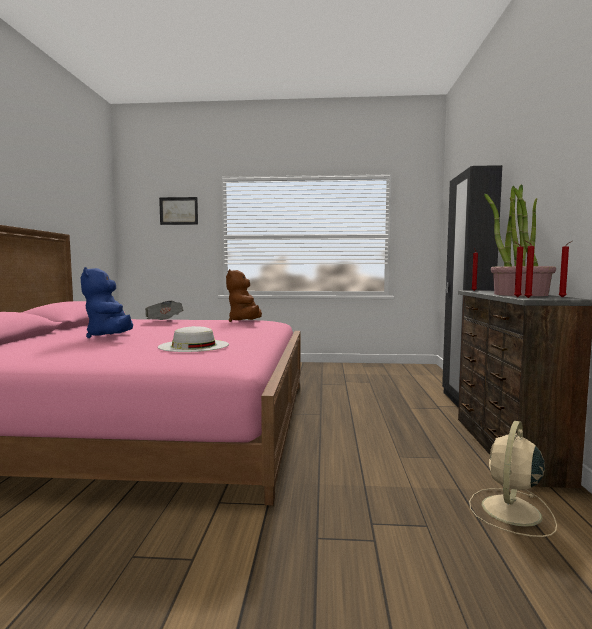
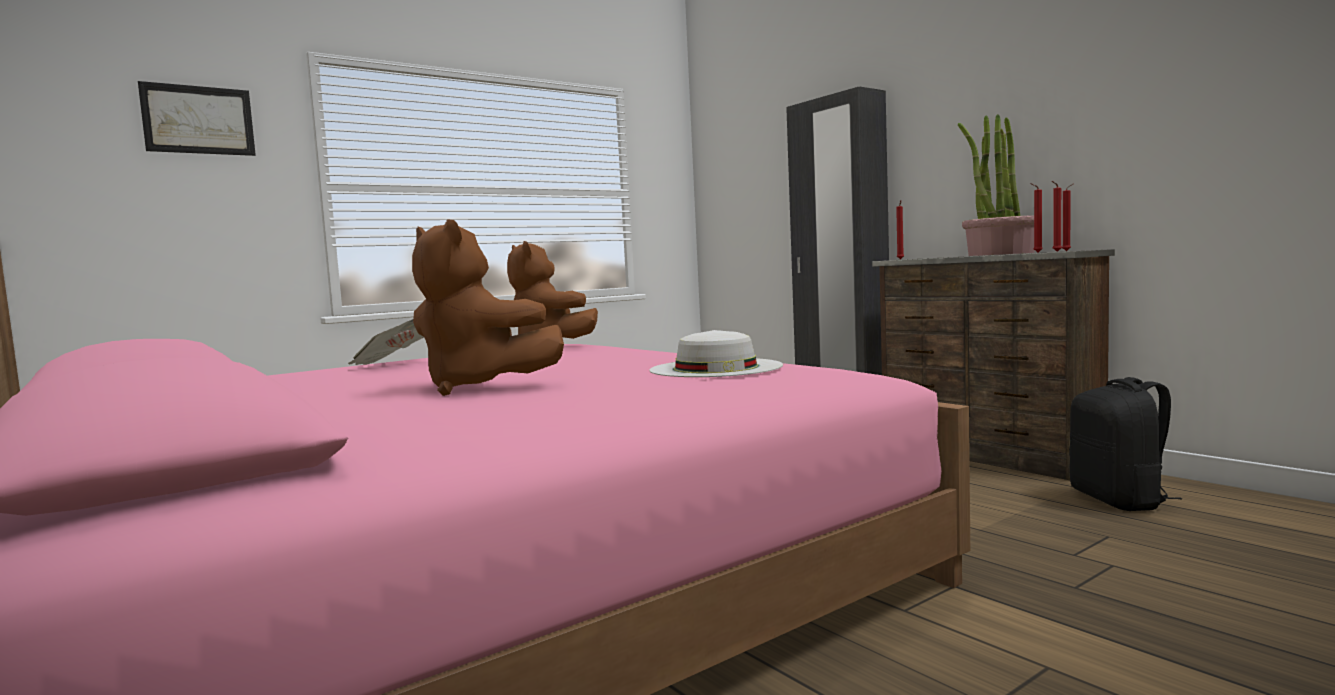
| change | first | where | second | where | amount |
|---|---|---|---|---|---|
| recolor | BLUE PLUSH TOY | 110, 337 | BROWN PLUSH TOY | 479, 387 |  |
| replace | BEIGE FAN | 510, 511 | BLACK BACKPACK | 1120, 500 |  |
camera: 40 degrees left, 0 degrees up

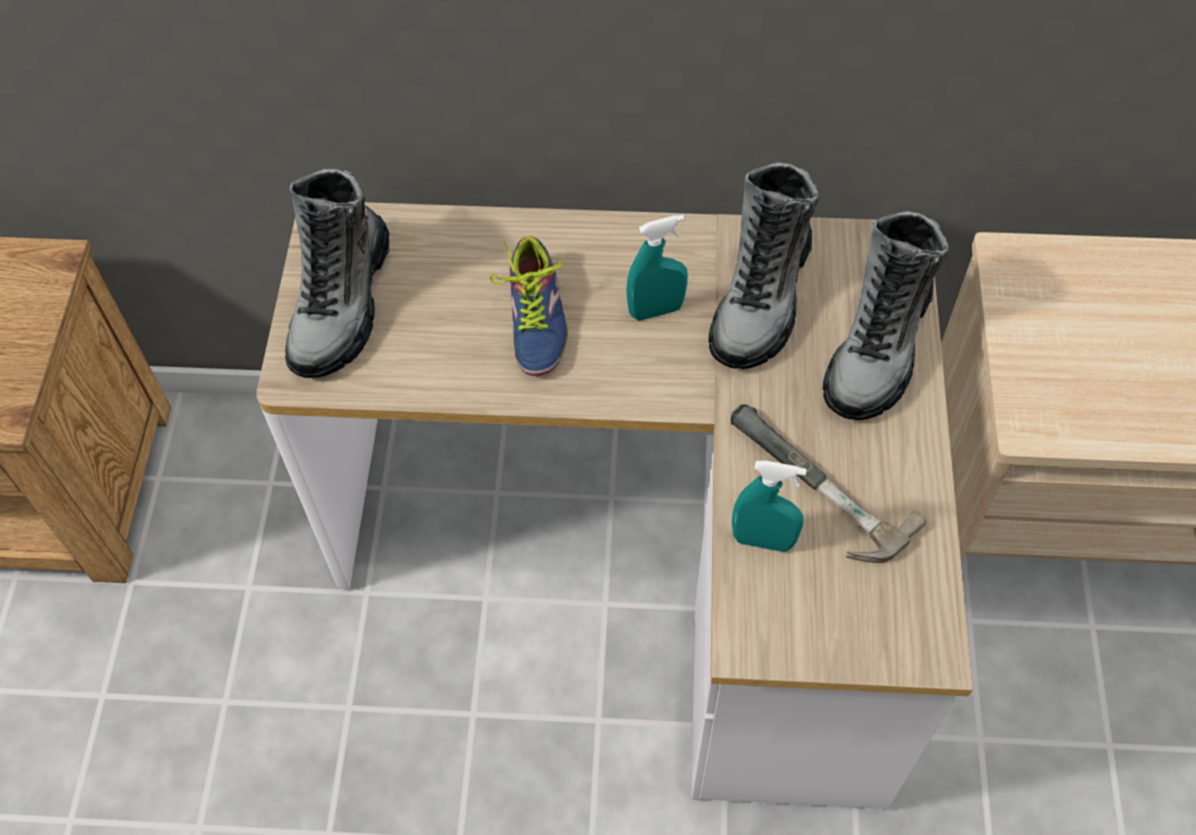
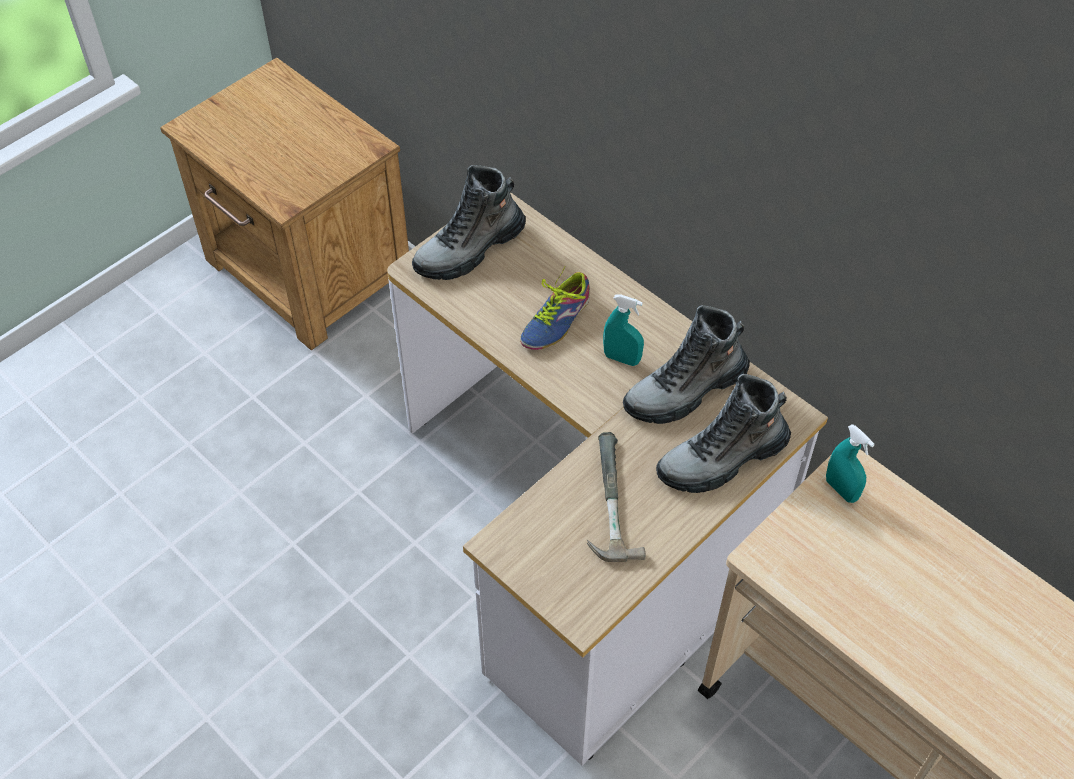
| change | first | where | second | where | amount |
|---|---|---|---|---|---|
| move | TURQUOISE SPRAY BOTTLE | 763, 540 |  | 841, 490 |  |
camera: 40 degrees right, 5 degrees down

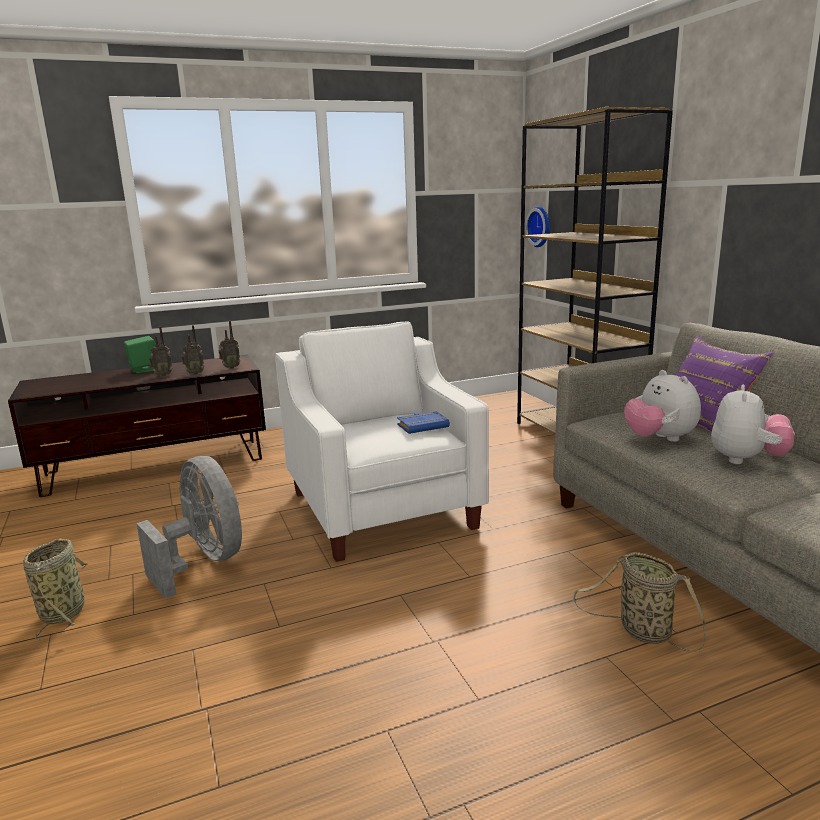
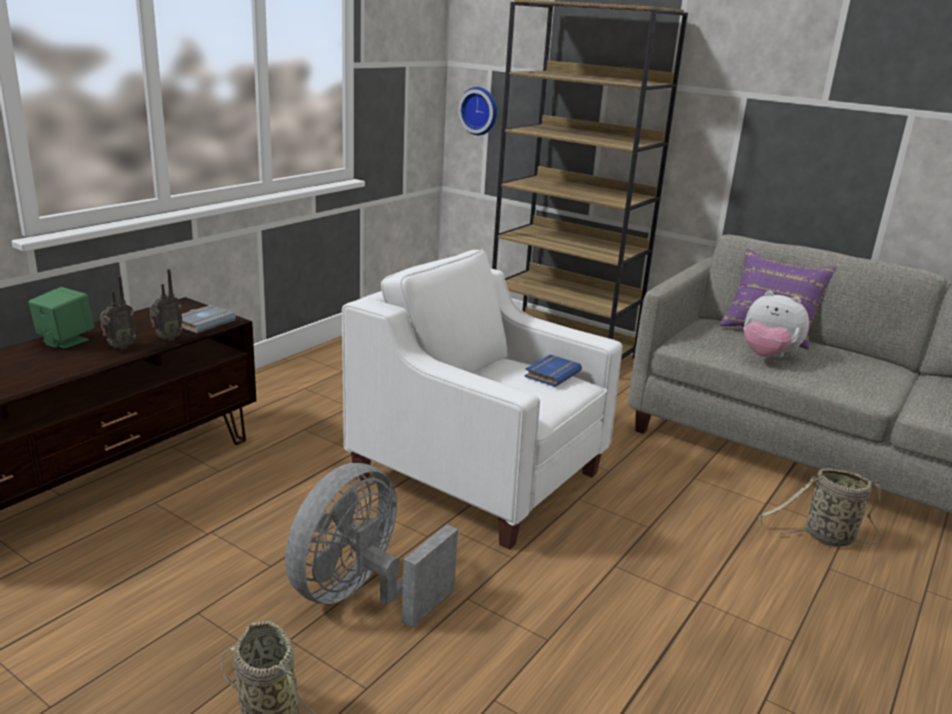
| change | first | where | second | where | amount |
|---|---|---|---|---|---|
| replace | RADIO | 230, 368 | GREY BOOK | 204, 323 |  |
| delete | PLUSH TOY | 746, 460 |  |  |  |
| rotate | GREY FAN | 204, 562 |  | 362, 595 | 75 degrees counterclockwise |
camera: 35 degrees left, 5 degrees up

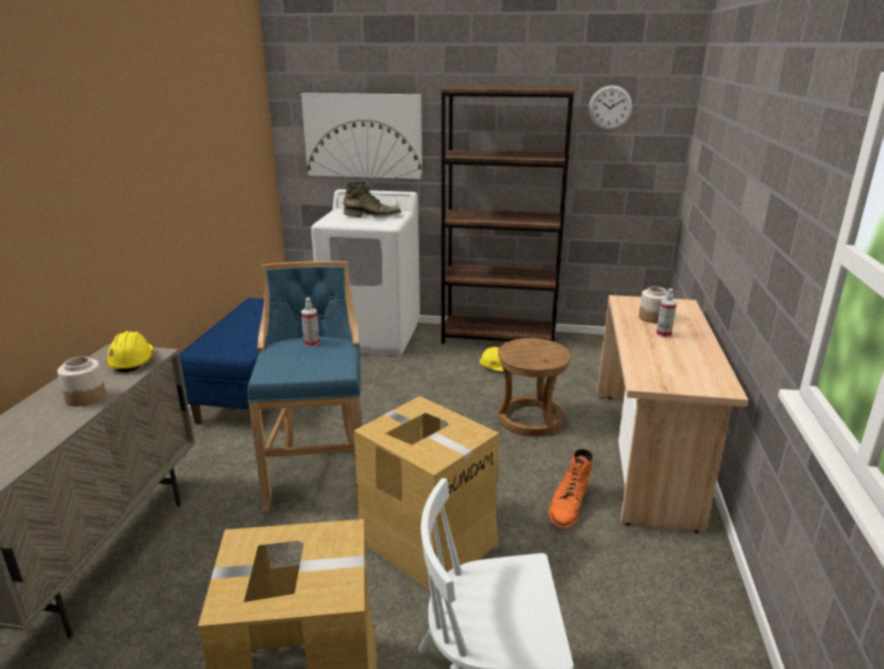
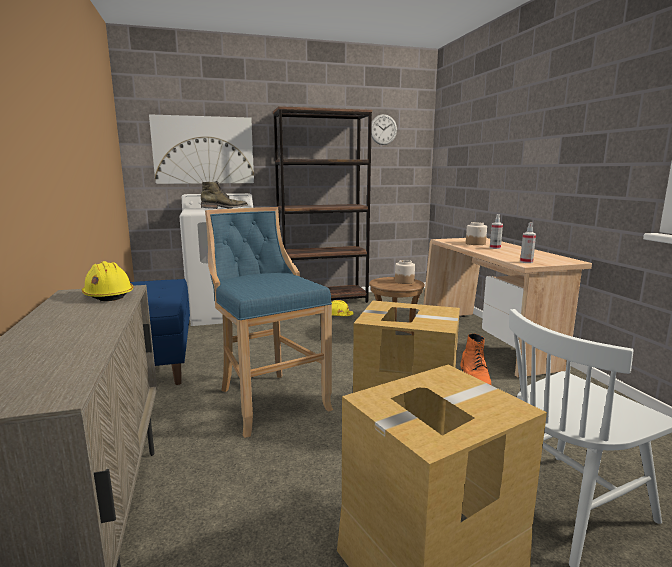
| change | first | where | second | where | amount |
|---|---|---|---|---|---|
| move | SPRAY BOTTLE | 311, 343 |  | 526, 262 |  |
| move | JAR | 86, 397 |  | 404, 281 |  |
camera: 25 degrees left, 10 degrees down

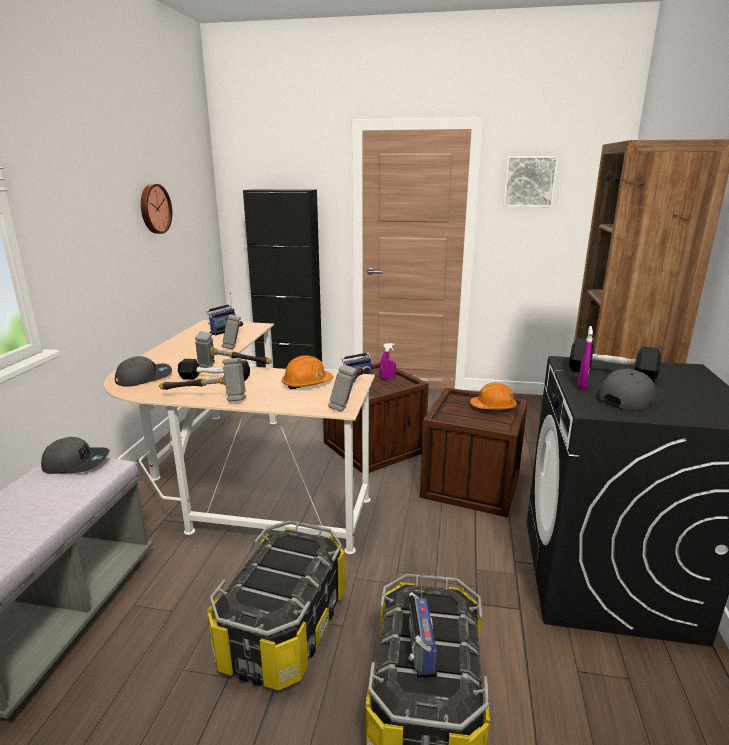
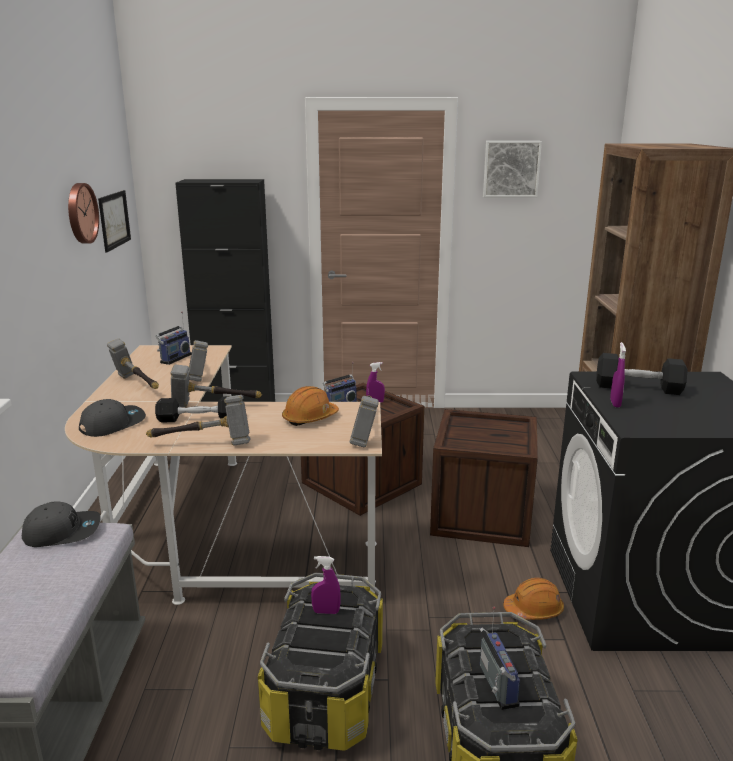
| change | first | where | second | where | amount |
|---|---|---|---|---|---|
| delete | GREY CAP | 629, 397 |  |  |  |
| move | ORANGE HARD HAT | 493, 407 |  | 533, 610 |  |
| insert |  |  | PICTURE | 114, 220 |  |
| insert |  |  | HAMMER | 136, 385 |  |
| insert |  |  | PURPLE SPRAY BOTTLE | 326, 612 |  |
camera: 10 degrees left, 0 degrees up

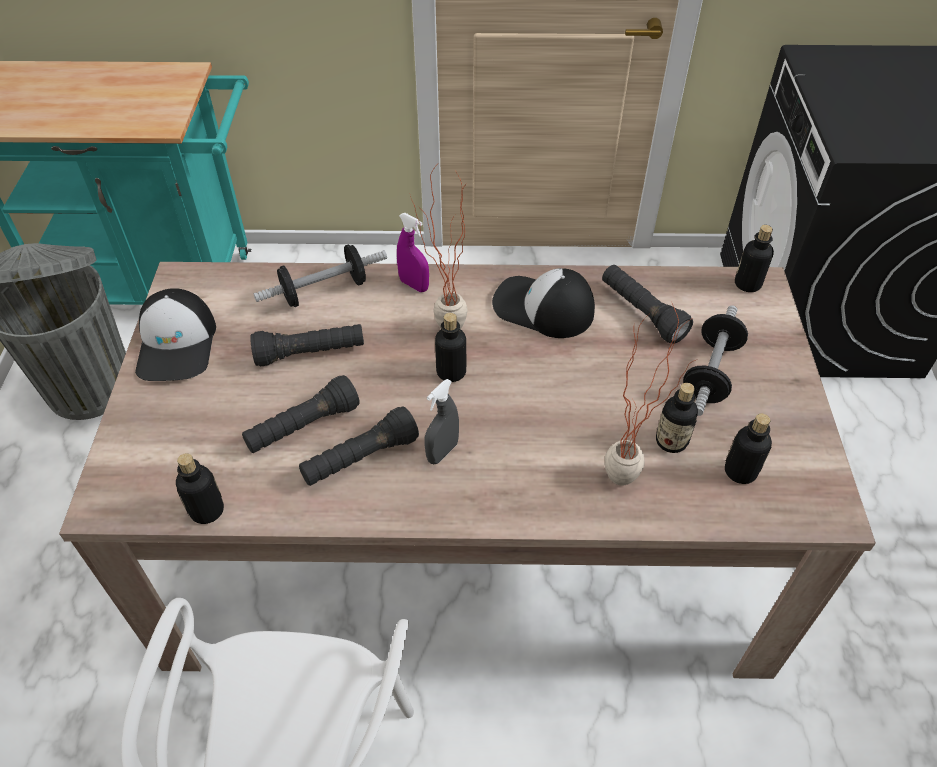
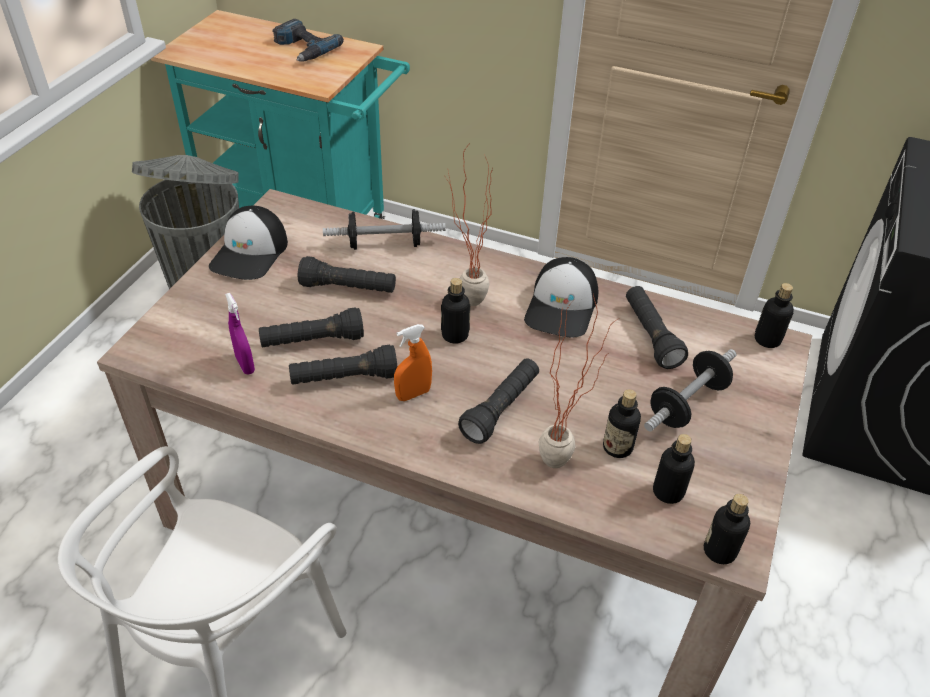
| change | first | where | second | where | amount |
|---|---|---|---|---|---|
| move | PURPLE SPRAY BOTTLE | 414, 285 |  | 245, 364 |  |
| rotate | CAP | 542, 308 |  | 562, 307 | 120 degrees counterclockwise |
| recolor | GREY SPRAY BOTTLE | 442, 452 | ORANGE SPRAY BOTTLE | 413, 394 |  |
| move | BOTTLE | 207, 510 |  | 719, 551 |  |
| insert |  |  | POWER DRILL | 303, 49 |  |
| insert |  |  | BLACK FLASHLIGHT | 501, 409 |  |
camera: 20 degrees right, 5 degrees down

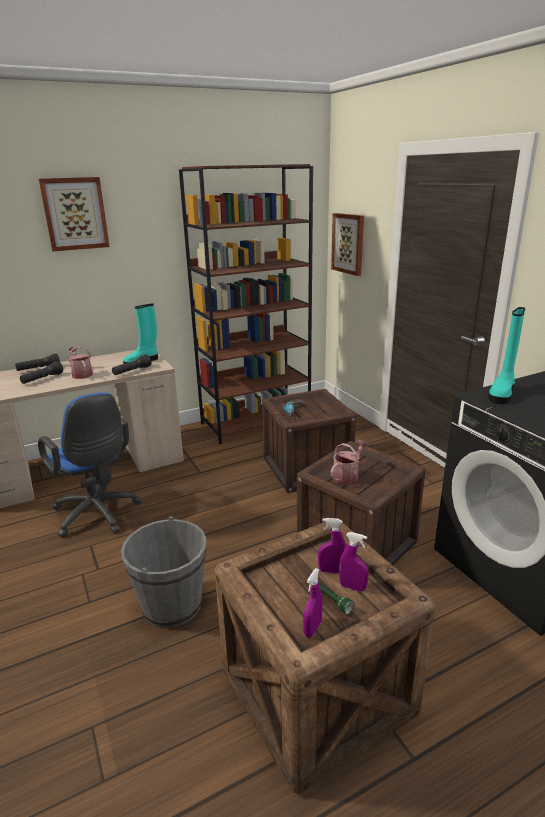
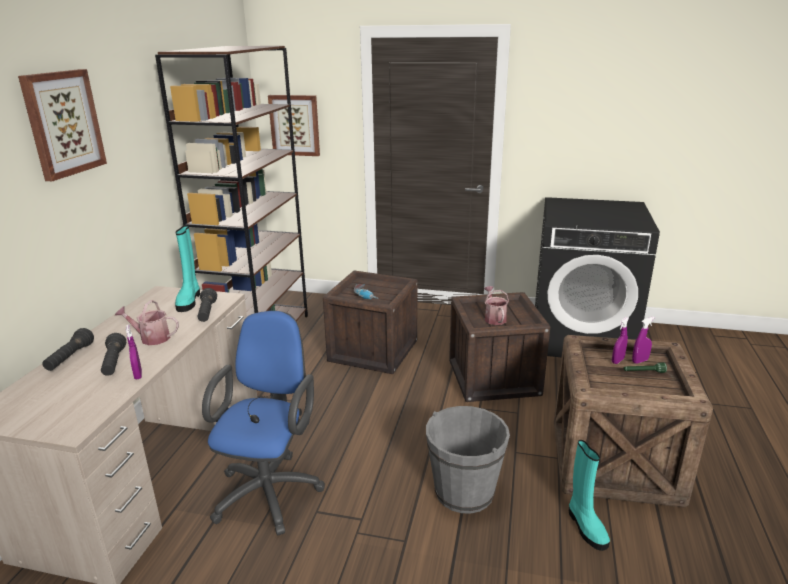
| change | first | where | second | where | amount |
|---|---|---|---|---|---|
| move | TURQUOISE BOOT | 502, 393 |  | 585, 527 |  |
| rotate | BLUE OFFICE CHAIR | 98, 515 |  | 270, 489 | 75 degrees counterclockwise |
| move | PURPLE SPRAY BOTTLE | 312, 628 |  | 138, 375 |  |
camera: 50 degrees left, 0 degrees up

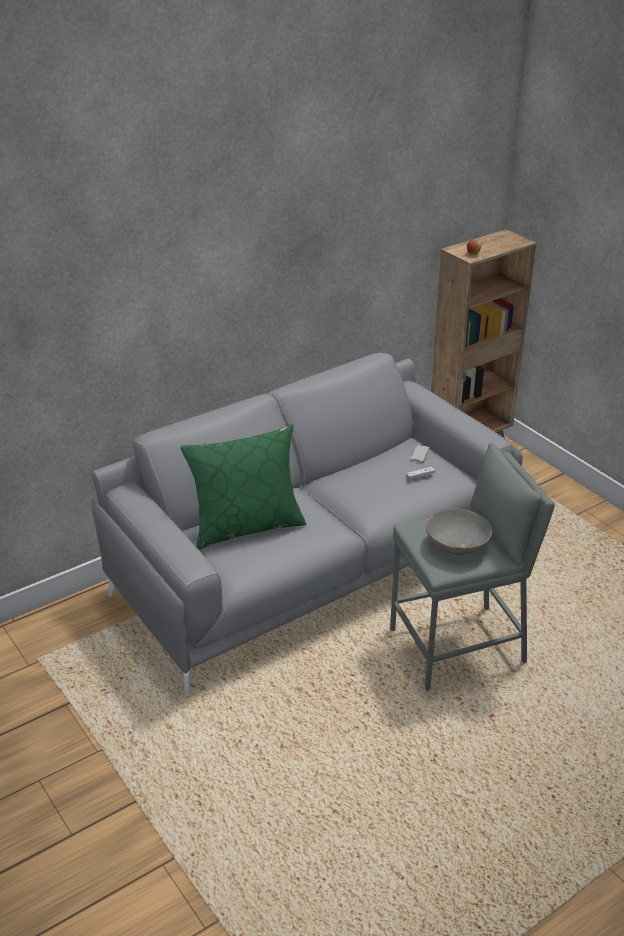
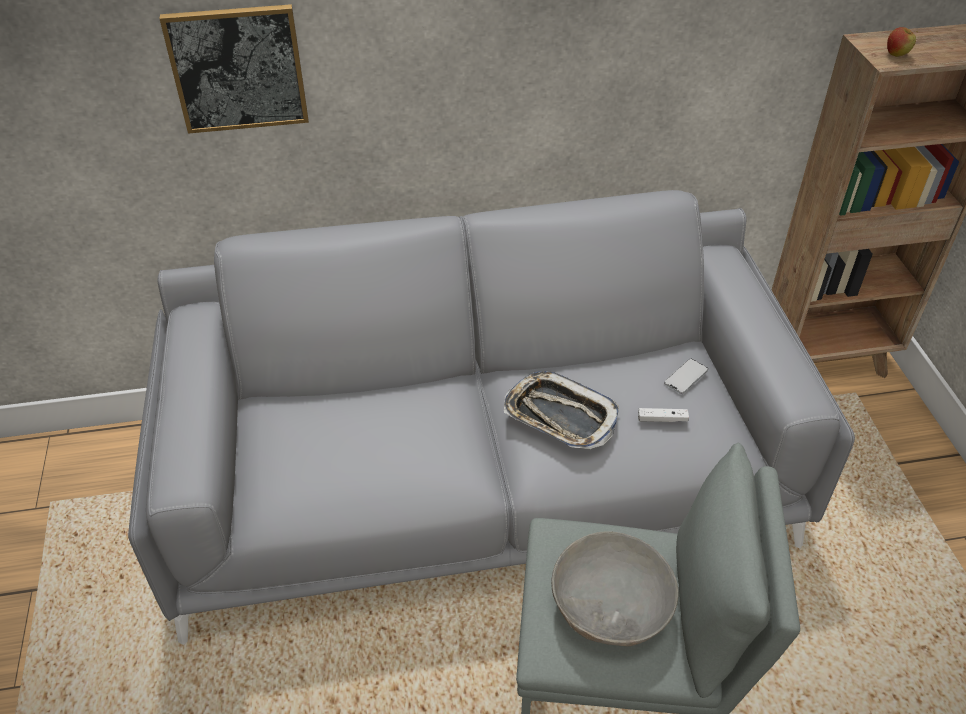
| change | first | where | second | where | amount |
|---|---|---|---|---|---|
| delete | GREEN PILLOW | 246, 526 |  |  |  |
| insert |  |  | PICTURE | 238, 68 |  |
| insert |  |  | TRAY | 559, 416 |  |
camera: 25 degrees right, 10 degrees up

